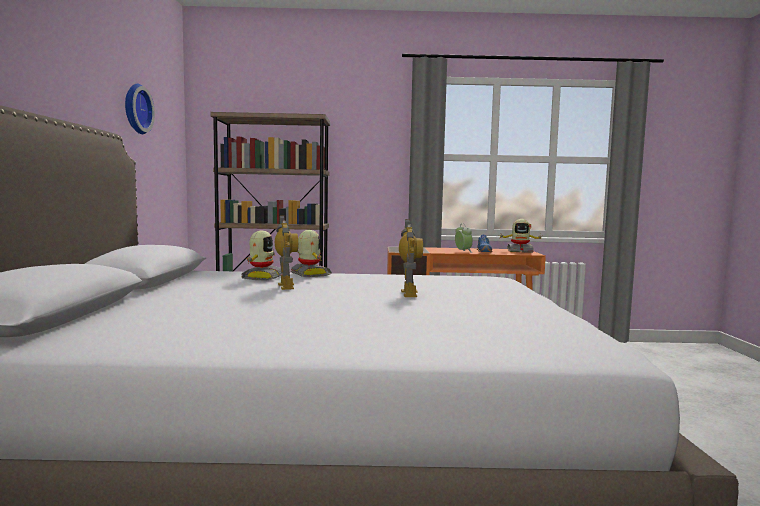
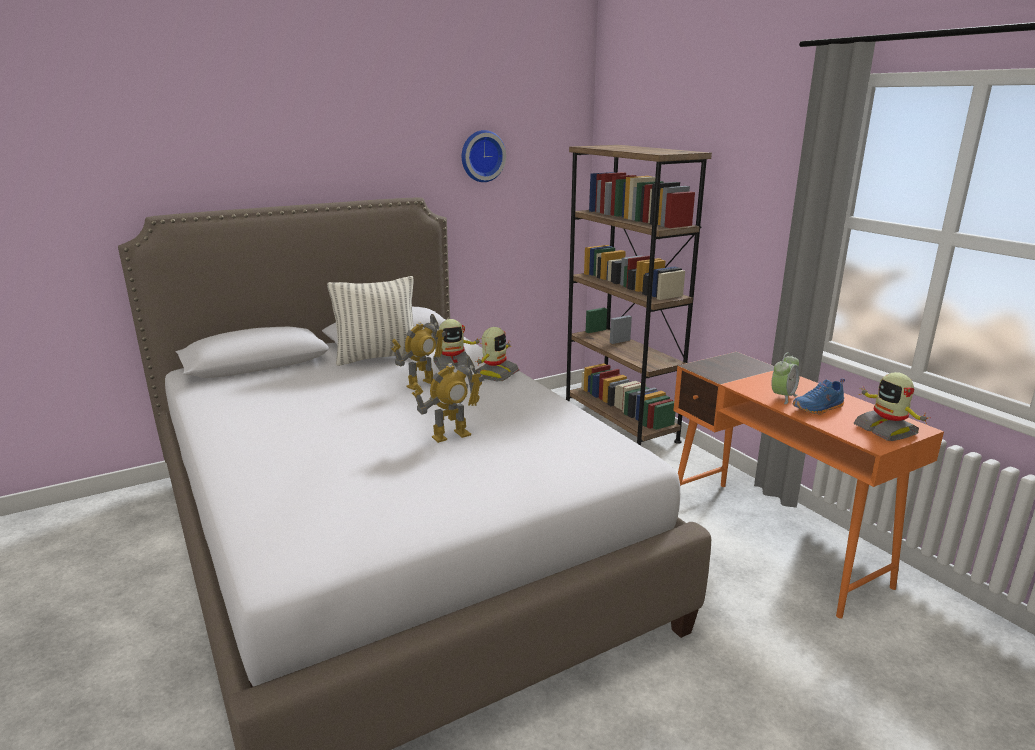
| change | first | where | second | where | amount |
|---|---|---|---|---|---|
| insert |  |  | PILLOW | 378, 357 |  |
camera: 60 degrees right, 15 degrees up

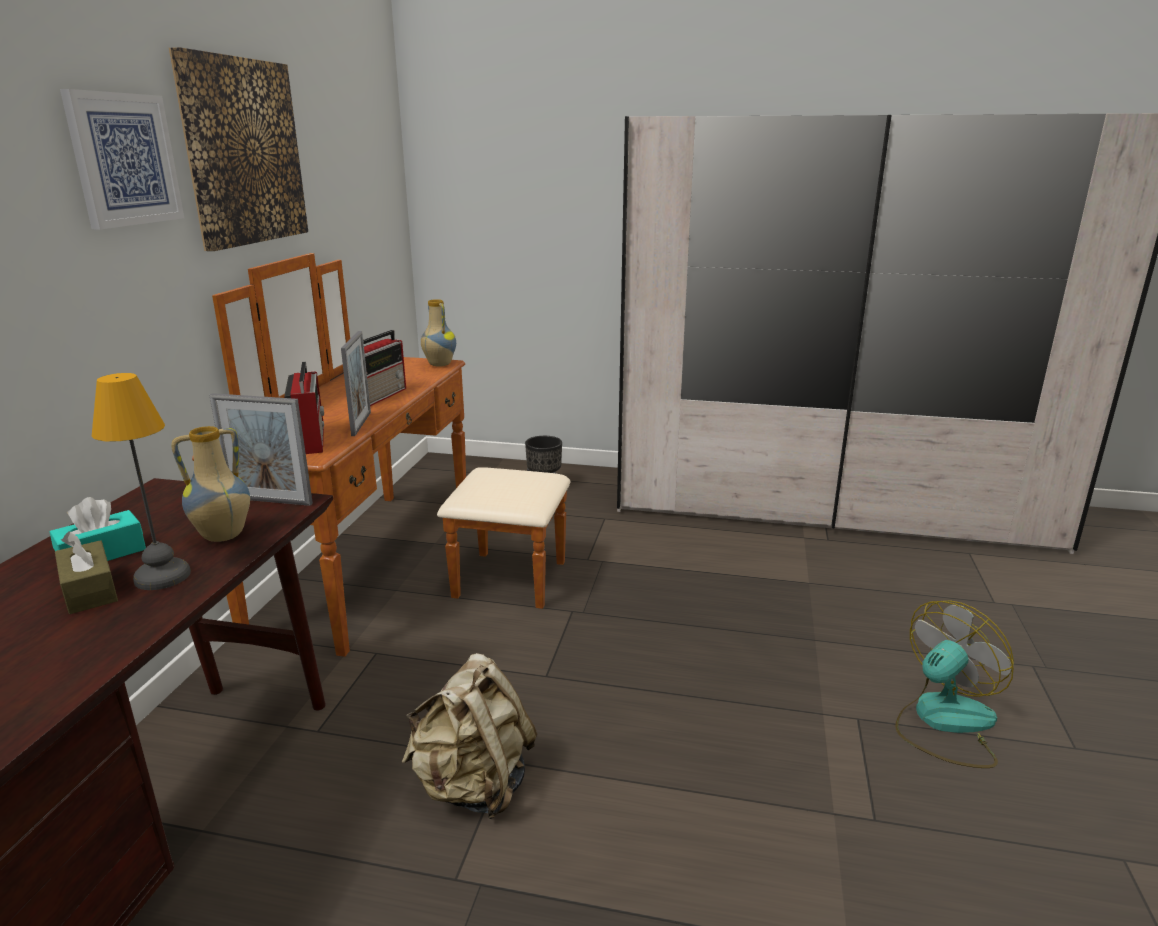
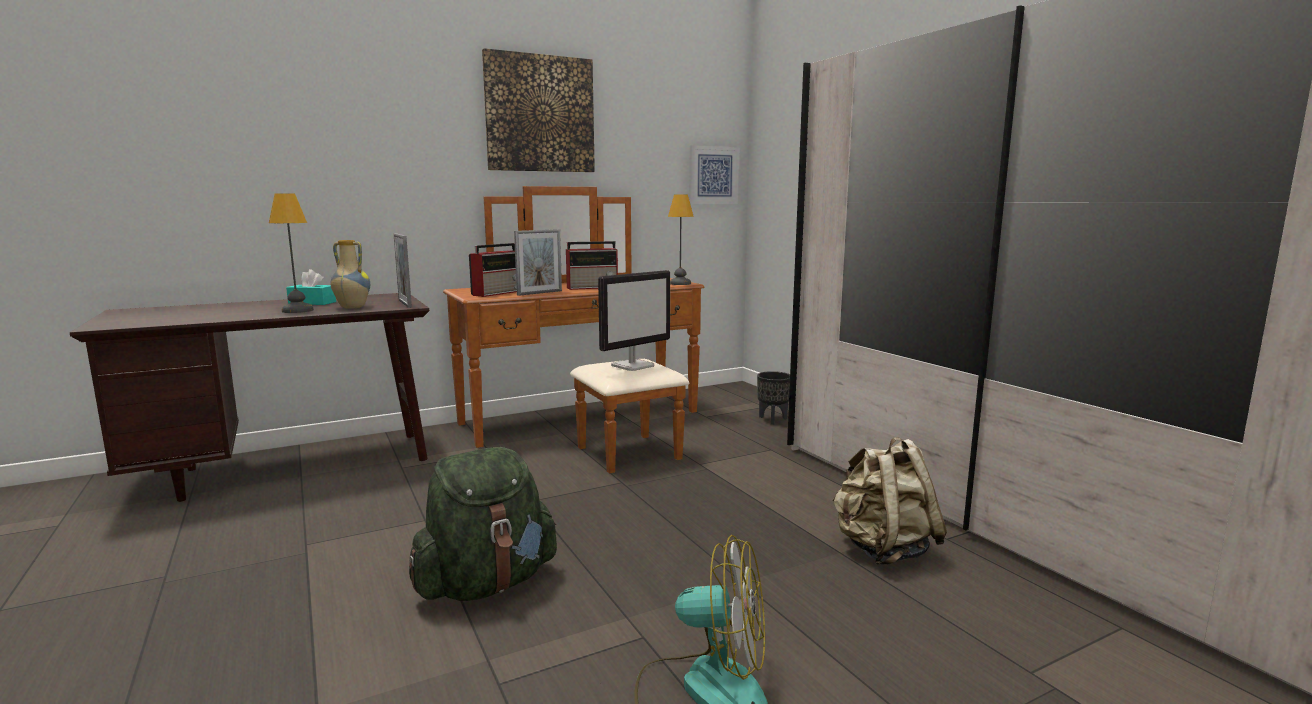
| change | first | where | second | where | amount |
|---|---|---|---|---|---|
| move | PICTURE | 124, 159 |  | 713, 175 |  |
| replace | VASE | 439, 364 | TABLE LAMP | 679, 283 |  |
| delete | BROWN TISSUE BOX | 90, 590 |  |  |  |
| move | BEIGE BACKPACK | 473, 785 |  | 883, 550 |  |
| insert |  |  | MONITOR | 633, 366 |  |
| insert |  |  | GREEN BACKPACK | 487, 584 |  |
camera: 50 degrees right, 10 degrees down

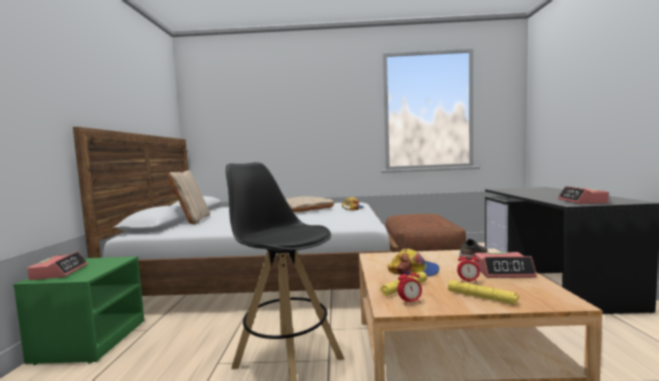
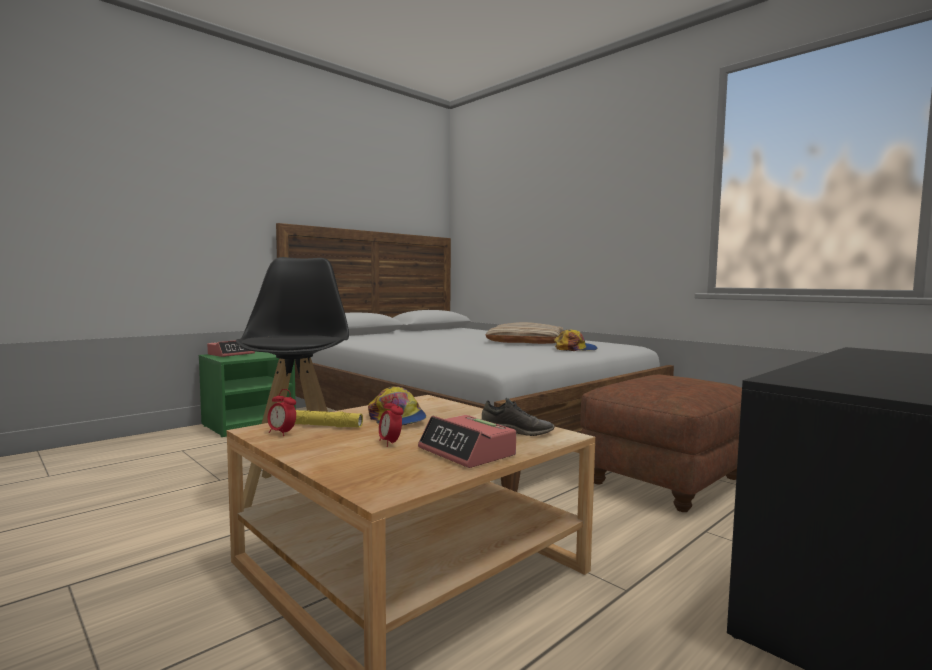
| change | first | where | second | where | amount |
|---|---|---|---|---|---|
| delete | BEIGE PILLOW | 192, 220 |  |  |  |
| delete | ALARM CLOCK | 582, 201 |  |  |  |
| delete | YELLOW FLASHLIGHT | 481, 297 |  |  |  |
camera: 45 degrees right, 0 degrees up

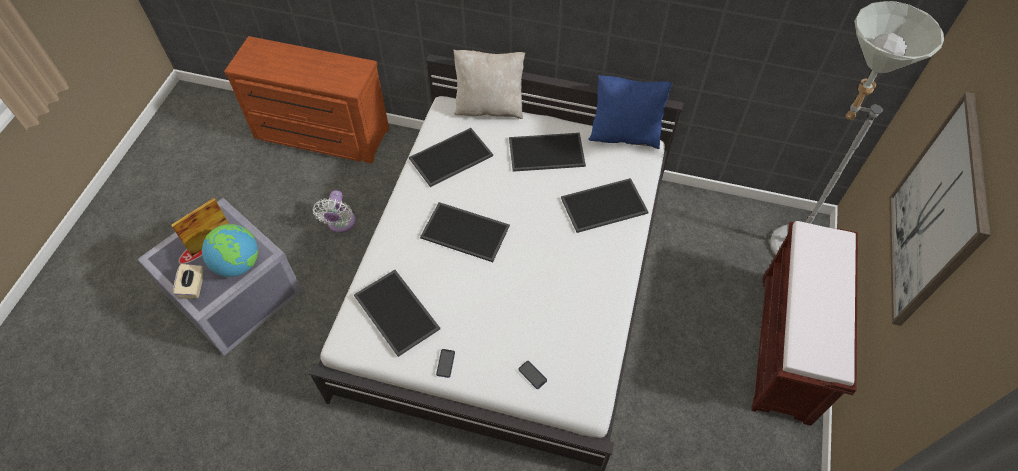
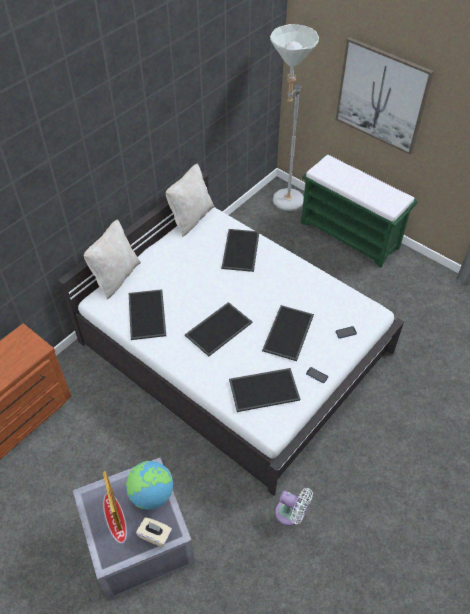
| change | first | where | second | where | amount |
|---|---|---|---|---|---|
| recolor | BLUE PILLOW | 624, 135 | BEIGE PILLOW | 191, 218 |  |
| move | TRAY | 546, 153 |  | 289, 333 |  |
| move | WHITE FAN | 340, 224 |  | 291, 514 |  |
| recolor | BROWN BENCH | 786, 348 | GREEN BENCH | 350, 235 |  |
camera: 65 degrees left, 5 degrees down

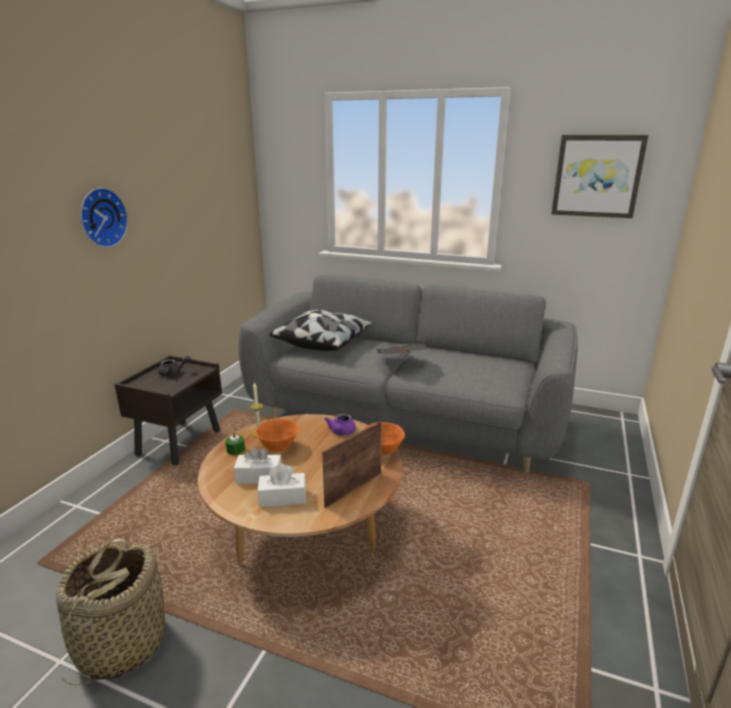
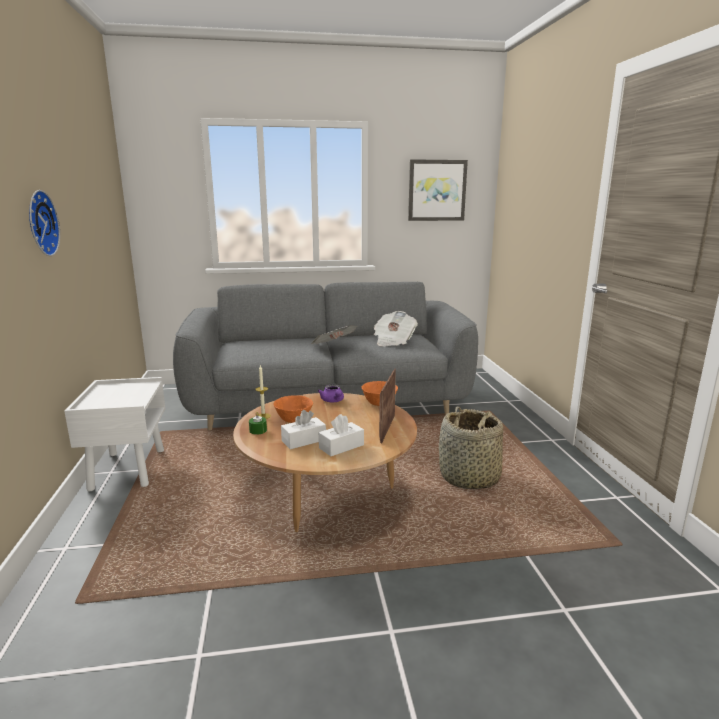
| change | first | where | second | where | amount |
|---|---|---|---|---|---|
| delete | PILLOW | 323, 342 |  |  |  |
| recolor | BROWN NIGHTSTAND | 179, 442 | WHITE NIGHTSTAND | 128, 469 |  |
| delete | GREY TEAPOT | 173, 373 |  |  |  |
| move | BASKET | 120, 644 |  | 469, 477 |  |
| insert |  |  | NEWSPAPER | 393, 341 |  |
camera: 30 degrees left, 5 degrees down

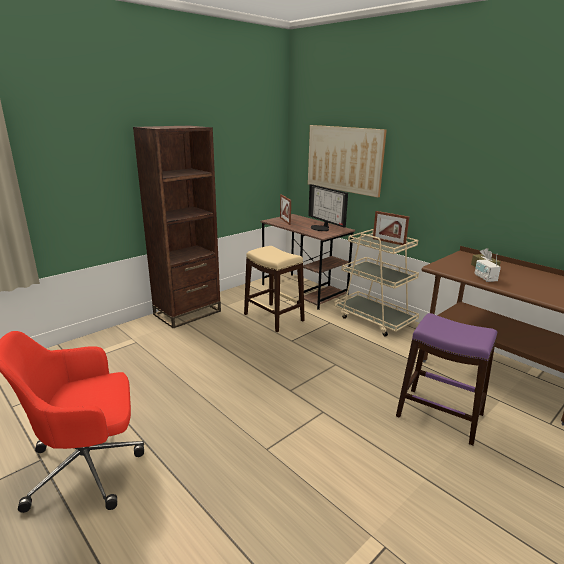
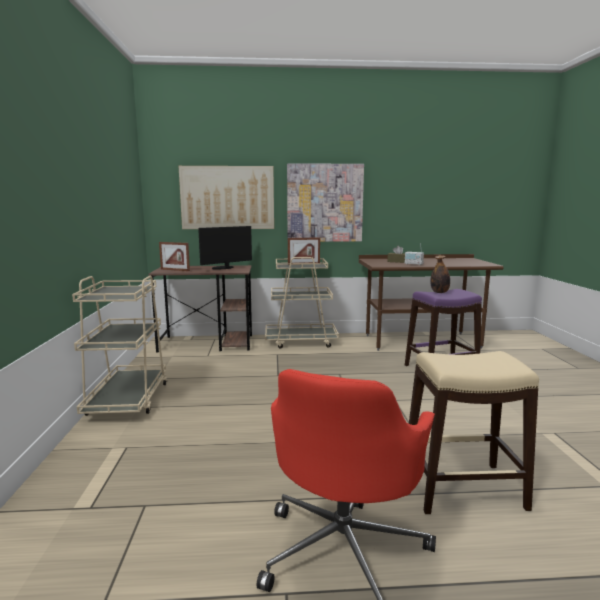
| change | first | where | second | where | amount |
|---|---|---|---|---|---|
| replace | BROWN BOOKCASE | 187, 313 | BEIGE CART | 128, 400 |  |
| rotate | MONITOR | 321, 228 |  | 223, 268 | 135 degrees clockwise |
| move | BEIGE STOOL | 273, 317 |  | 463, 488 |  |
| insert |  |  | PICTURE | 324, 203 |  |
| insert |  |  | BOTTLE | 439, 292 |  |
camera: 50 degrees left, 10 degrees down

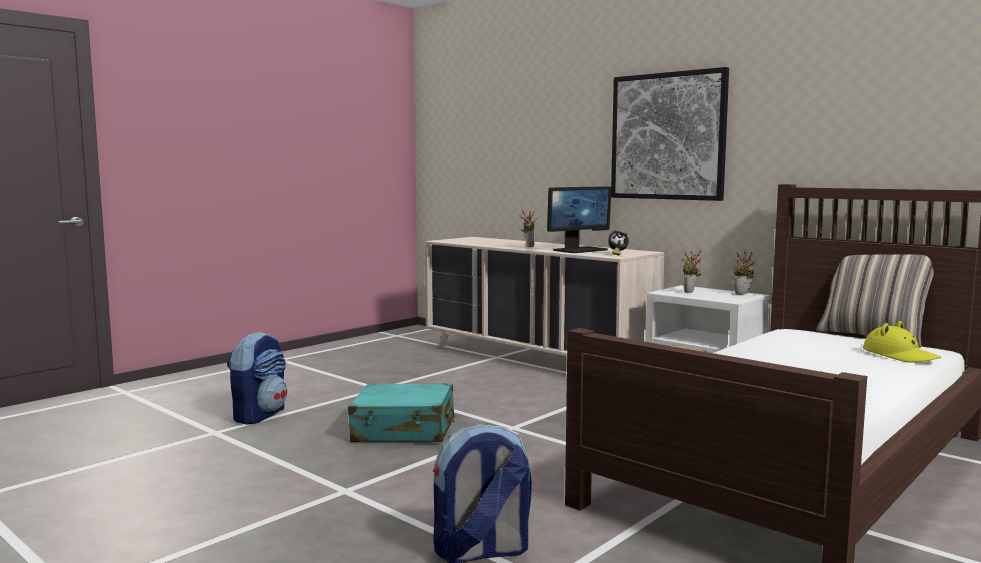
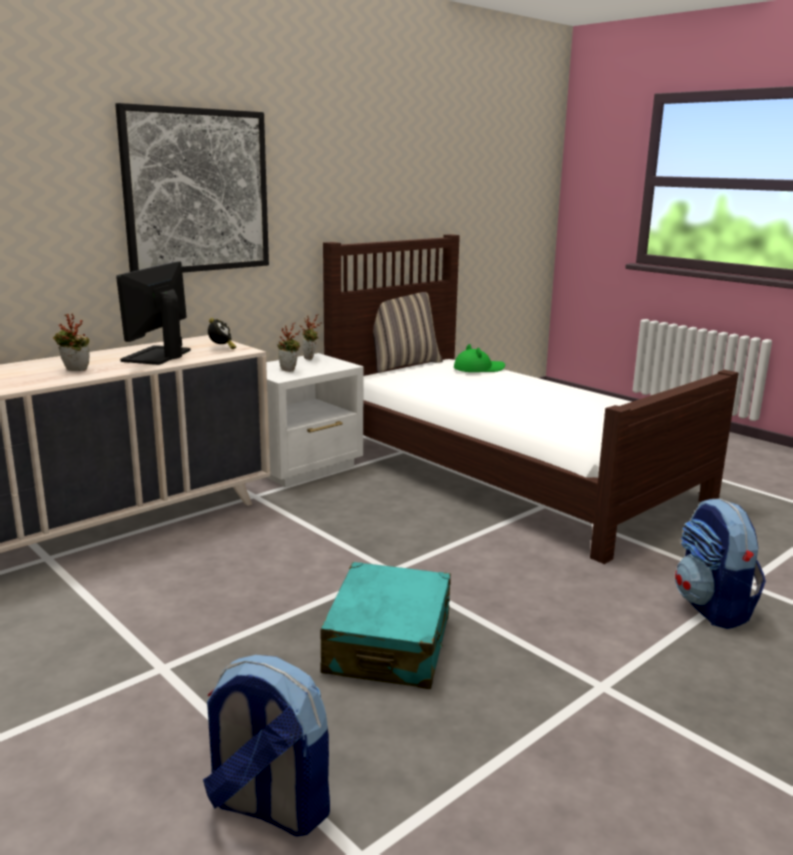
| change | first | where | second | where | amount |
|---|---|---|---|---|---|
| rotate | MONITOR | 579, 250 |  | 157, 356 | 135 degrees counterclockwise |
| recolor | YELLOW HAT | 900, 355 | GREEN HAT | 478, 369 |  |
camera: 85 degrees left, 10 degrees up

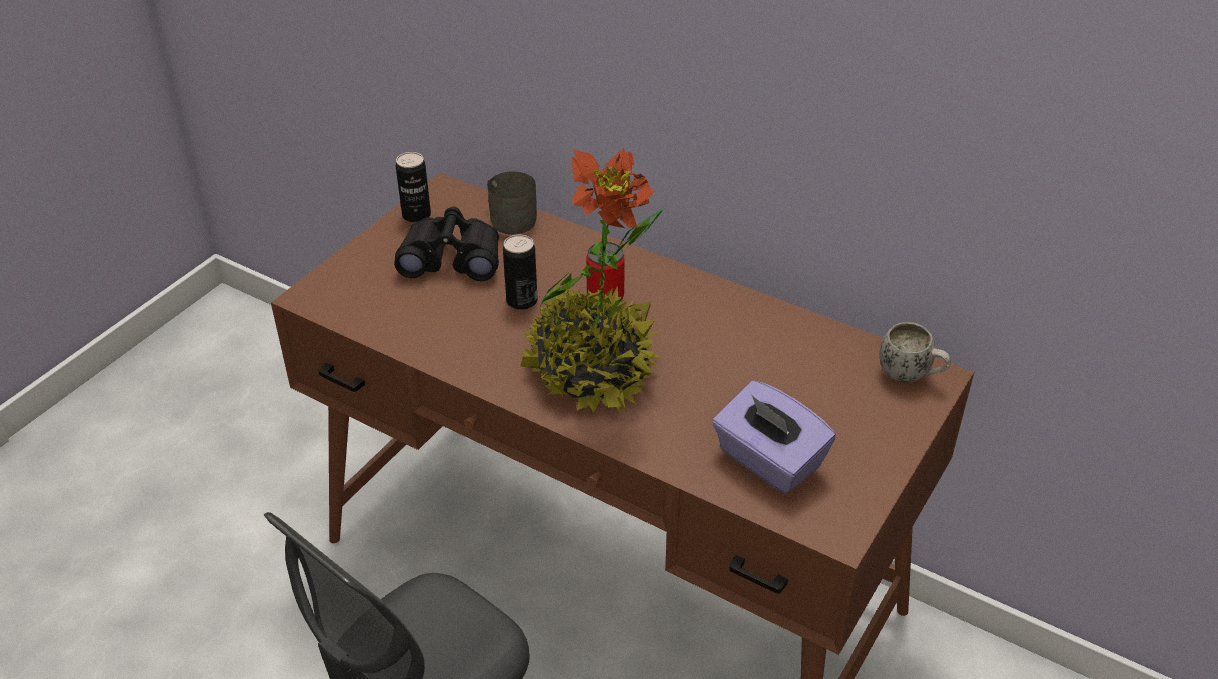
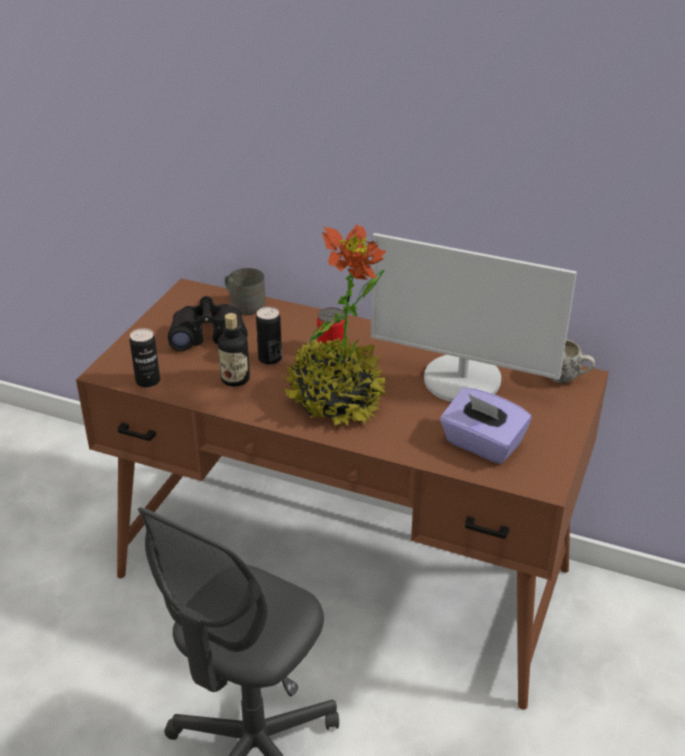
| change | first | where | second | where | amount |
|---|---|---|---|---|---|
| move | CAN | 416, 215 |  | 148, 381 |  |
| insert |  |  | MONITOR | 462, 380 |  |
| insert |  |  | BOTTLE | 235, 379 |  |
camera: 10 degrees left, 5 degrees down

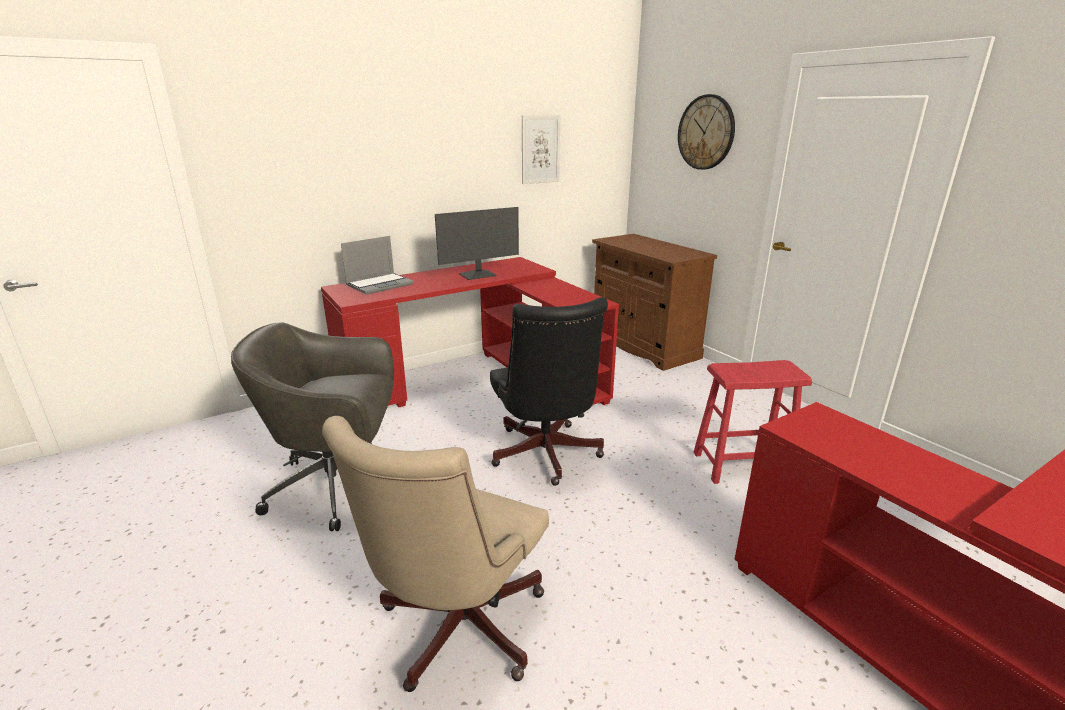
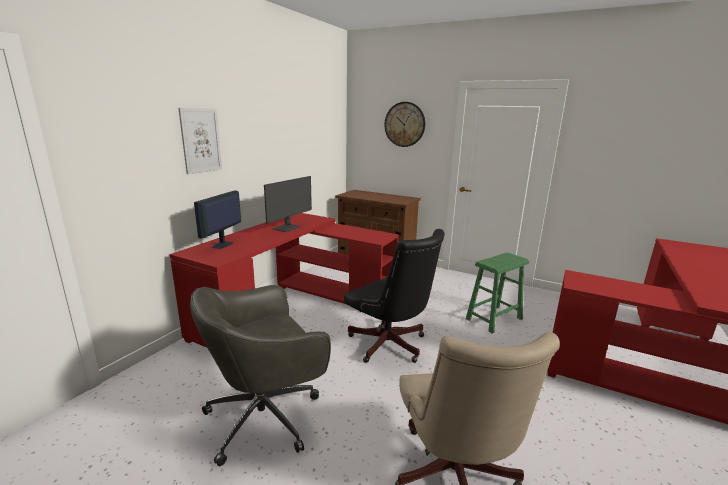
| change | first | where | second | where | amount |
|---|---|---|---|---|---|
| move | PICTURE | 540, 149 |  | 201, 140 |  |
| replace | LAPTOP | 380, 284 | MONITOR | 222, 245 |  |
| recolor | RED STOOL | 741, 465 | GREEN STOOL | 493, 319 |  |
camera: 30 degrees left, 5 degrees down

